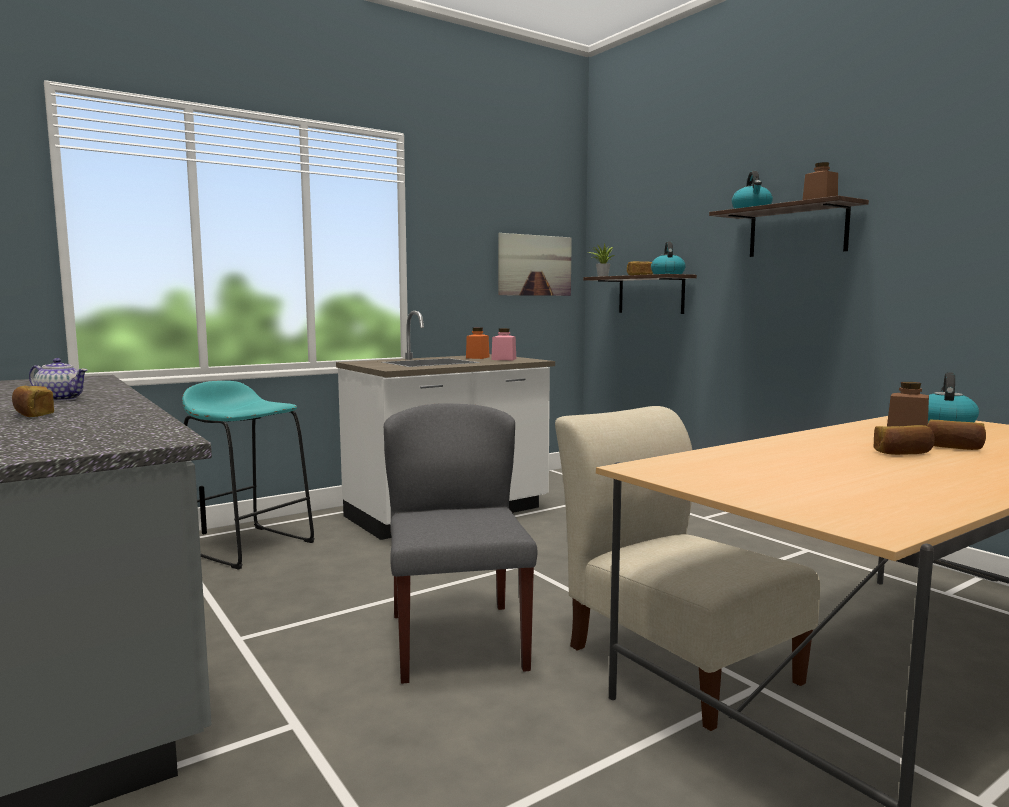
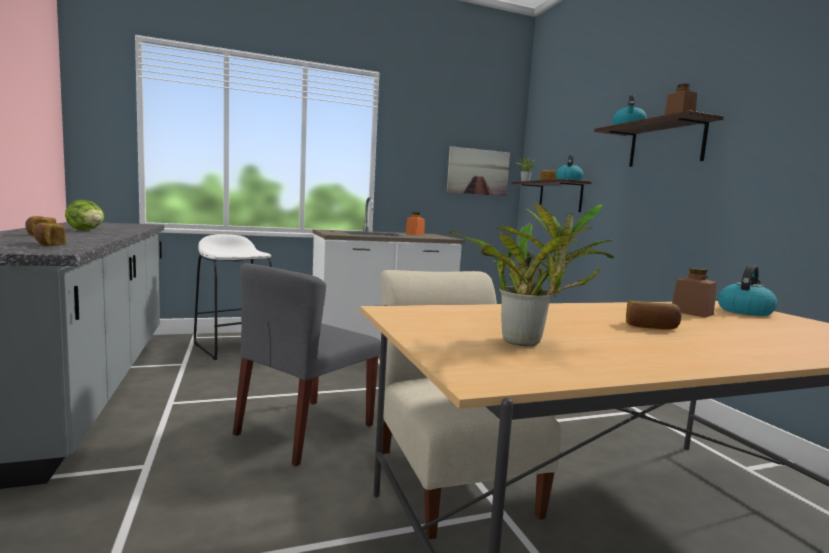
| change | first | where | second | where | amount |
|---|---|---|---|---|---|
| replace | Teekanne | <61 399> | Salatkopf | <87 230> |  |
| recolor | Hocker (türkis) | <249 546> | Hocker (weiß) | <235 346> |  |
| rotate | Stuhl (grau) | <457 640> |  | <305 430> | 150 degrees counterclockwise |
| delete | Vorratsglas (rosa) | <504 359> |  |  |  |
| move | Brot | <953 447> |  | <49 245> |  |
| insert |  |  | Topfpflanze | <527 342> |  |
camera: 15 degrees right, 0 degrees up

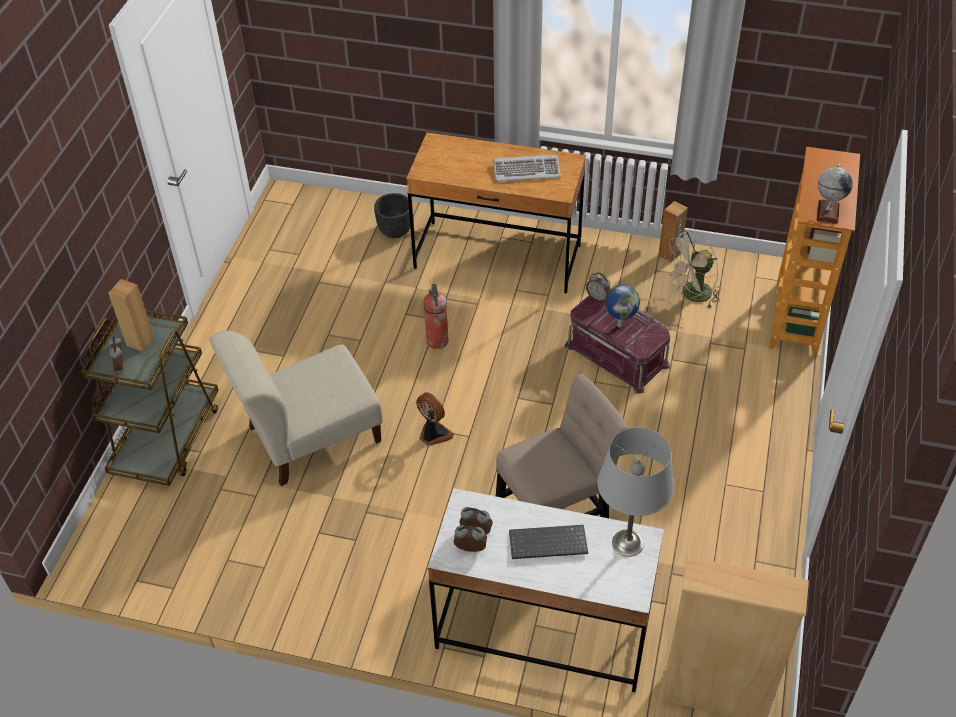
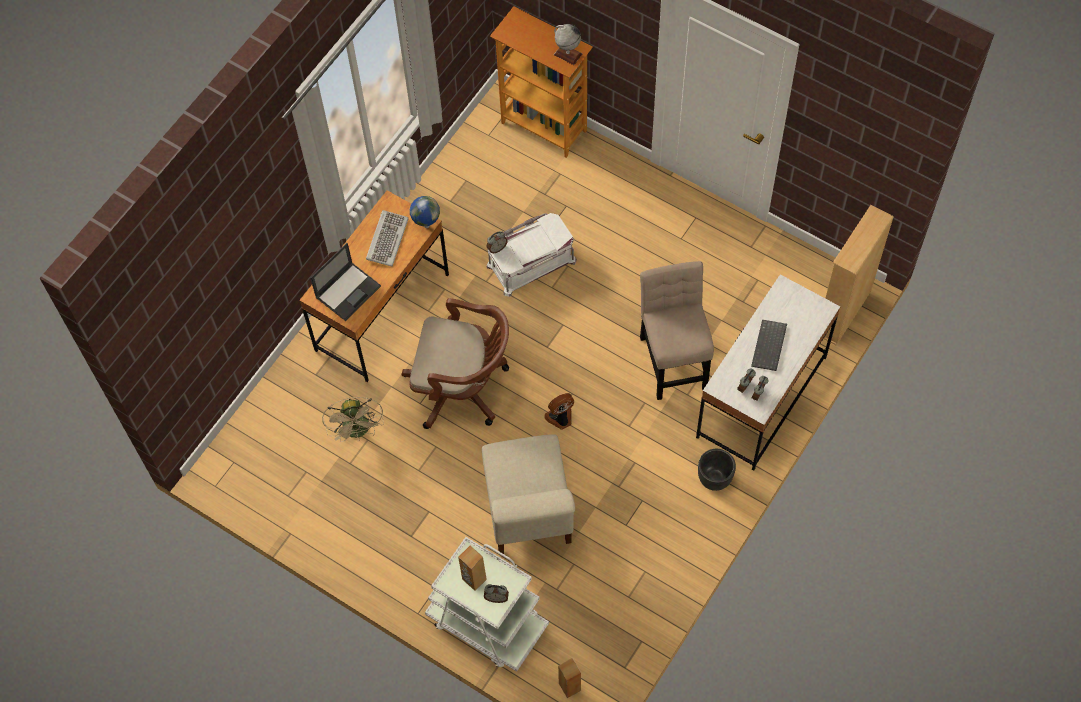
| change | first | where | second | where | amount |
|---|---|---|---|---|---|
| recolor | Rollwagen (braun) | <167 438> | Rollwagen (weiß) | <487 622> |  |
| move | Pflanzkübel (schwarz) | <395 231> |  | <714 478> |  |
| replace | Feuerlöscher | <437 342> | Bürostuhl (braun) | <462 387> |  |
| recolor | Aufbewahrungsbox (rot) | <617 355> | Aufbewahrungsbox (weiß) | <531 262> |  |
| delete | Tischlampe (grau) | <627 542> |  |  |  |
| move | Globus | <620 324> |  | <426 225> |  |
| move | Lautsprecher (braun) | <670 254> |  | <570 686> |  |
| move | Ventilator (beige) | <692 296> |  | <358 431> |  |
| insert |  |  | Laptop | <348 291> |  |
camera: 70 degrees left, 15 degrees up

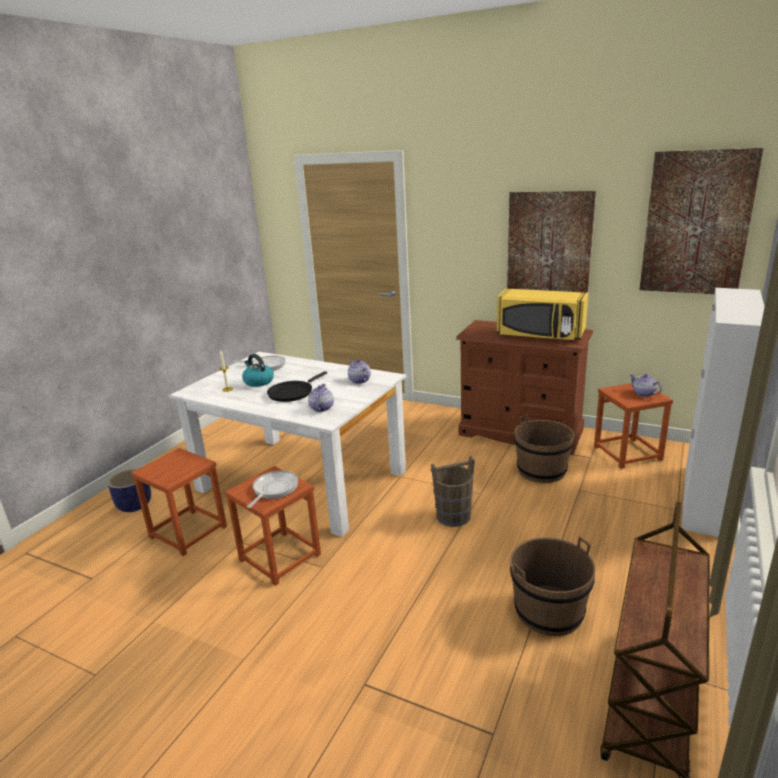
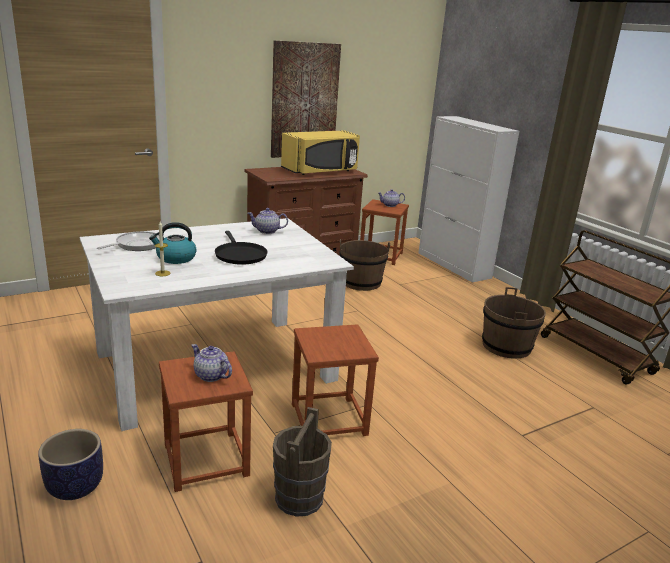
| change | first | where | second | where | amount |
|---|---|---|---|---|---|
| delete | Pfanne | <274 489> |  |  |  |
| move | Teekanne | <321 408> |  | <210 375> |  |
| move | Eimer (braun) | <453 516> |  | <299 498> |  |
| delete | Bild | <696 224> |  |  |  |
camera: 60 degrees left, 0 degrees up

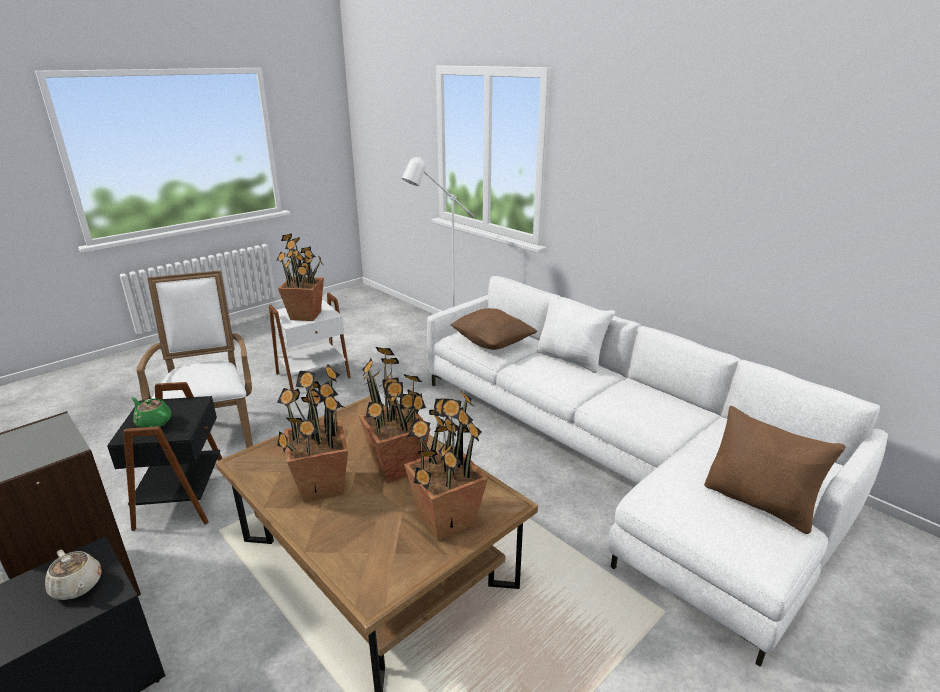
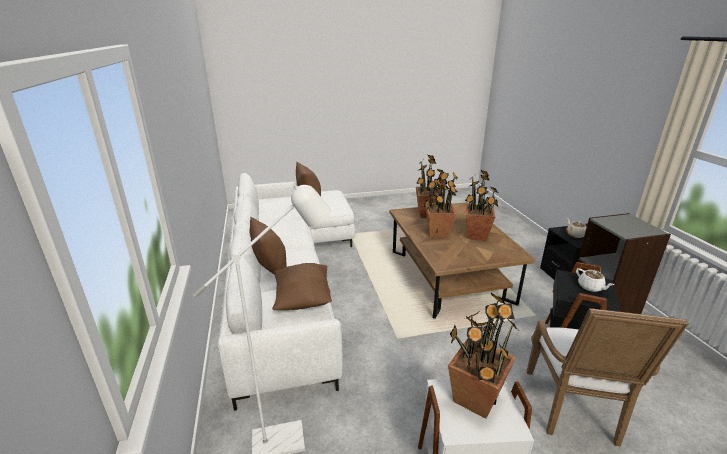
| change | first | where | second | where | amount |
|---|---|---|---|---|---|
| recolor | Teekanne (grün) | <153 422> | Teekanne (weiß) | <590 287> |  |
| recolor | Kissen (weiß) | <571 359> | Kissen (braun) | <270 266> |  |
camera: 150 degrees left, 0 degrees up

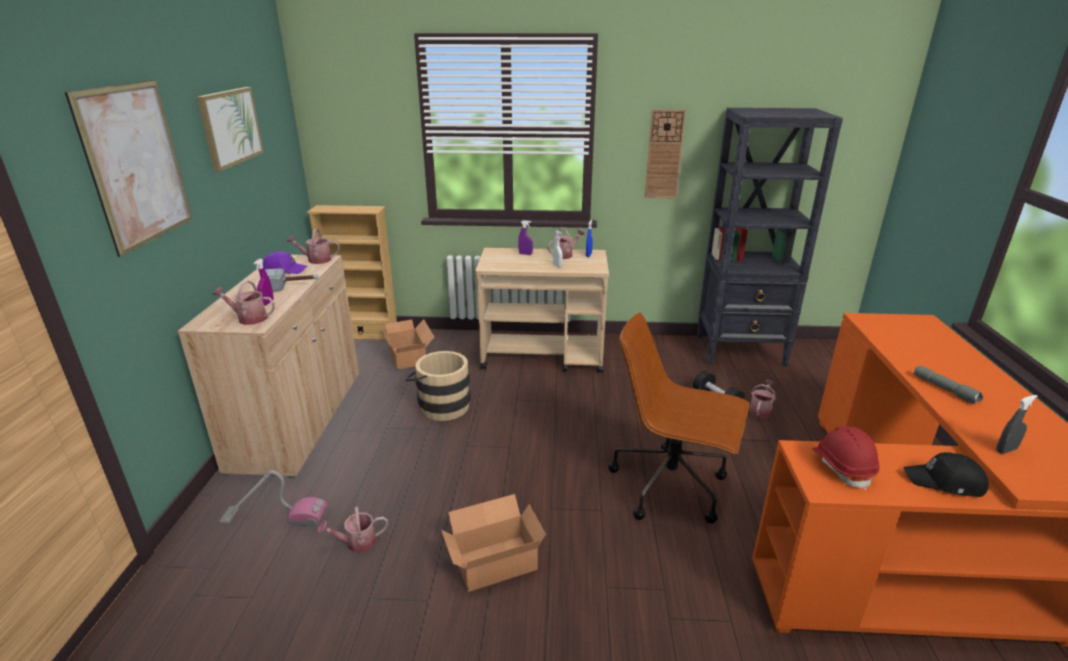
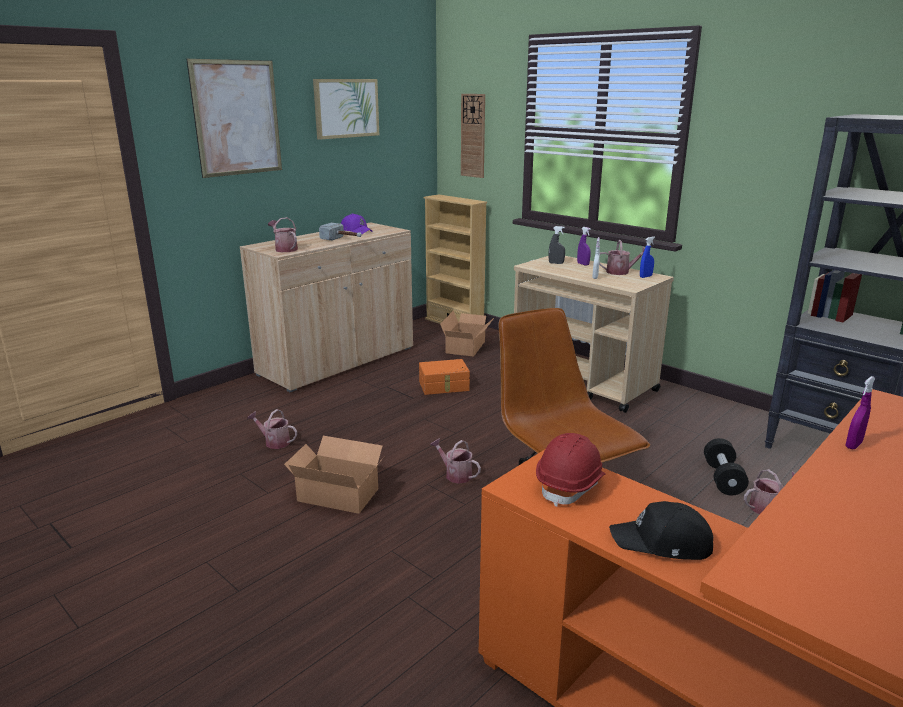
| change | first | where | second | where | amount |
|---|---|---|---|---|---|
| delete | Staubsauger | <274 517> |  |  |  |
| move | Sprühflasche (lila) | <267 303> |  | <853 445> |  |
| move | Gießkanne | <316 260> |  | <455 474> |  |
| replace | Eimer (beige) | <441 405> | Aufbewahrungsbox (orange) | <444 386> |  |
| move | Wanduhr | <664 154> |  | <473 136> |  |
| rotate | Kappe (schwarz) | <945 482> |  | <662 543> | 45 degrees counterclockwise |
| delete | Taschenlampe (grau) | <945 390> |  |  |  |
| move | Sprühflasche (grau) | <1006 450> |  | <556 263> |  |
camera: 40 degrees right, 5 degrees down

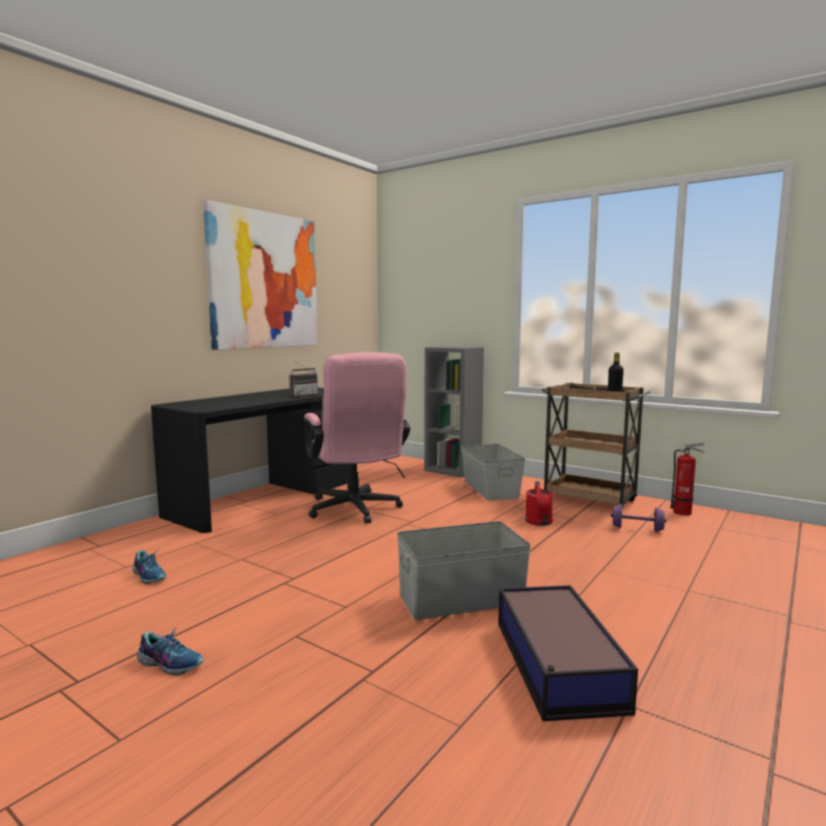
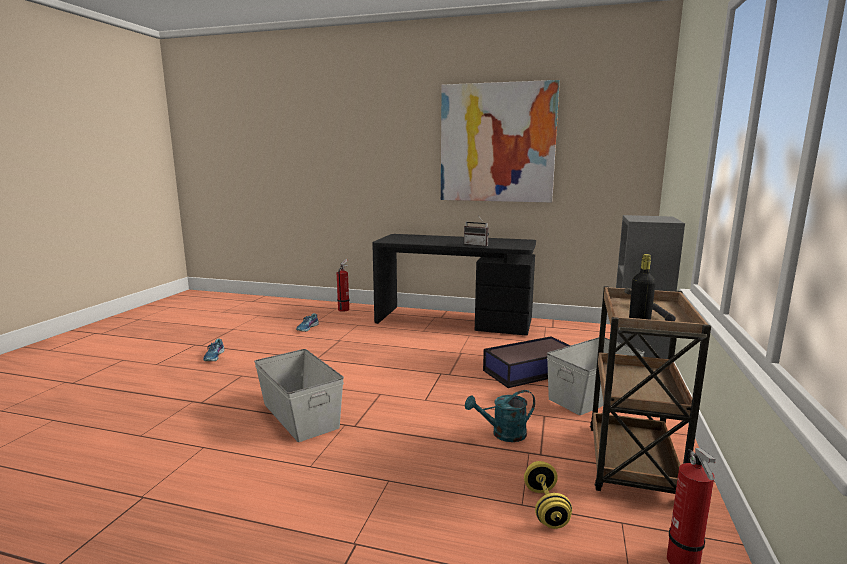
| change | first | where | second | where | amount |
|---|---|---|---|---|---|
| delete | Bürostuhl (rosa) | <356 511> |  |  |  |
| move | Aufbewahrungsbox | <557 665> |  | <529 371> |  |
| recolor | Gießkanne (rot) | <539 523> | Gießkanne (türkis) | <503 434> |  |
| recolor | Hantel (lila) | <637 529> | Hantel (gelb) | <545 507> |  |
| insert |  |  | Feuerlöscher | <344 309> |  |
camera: 70 degrees right, 5 degrees up

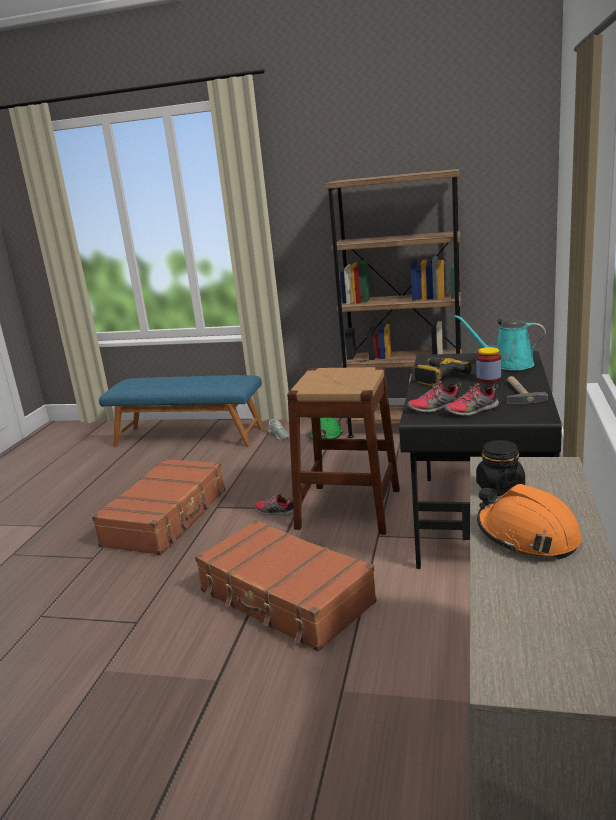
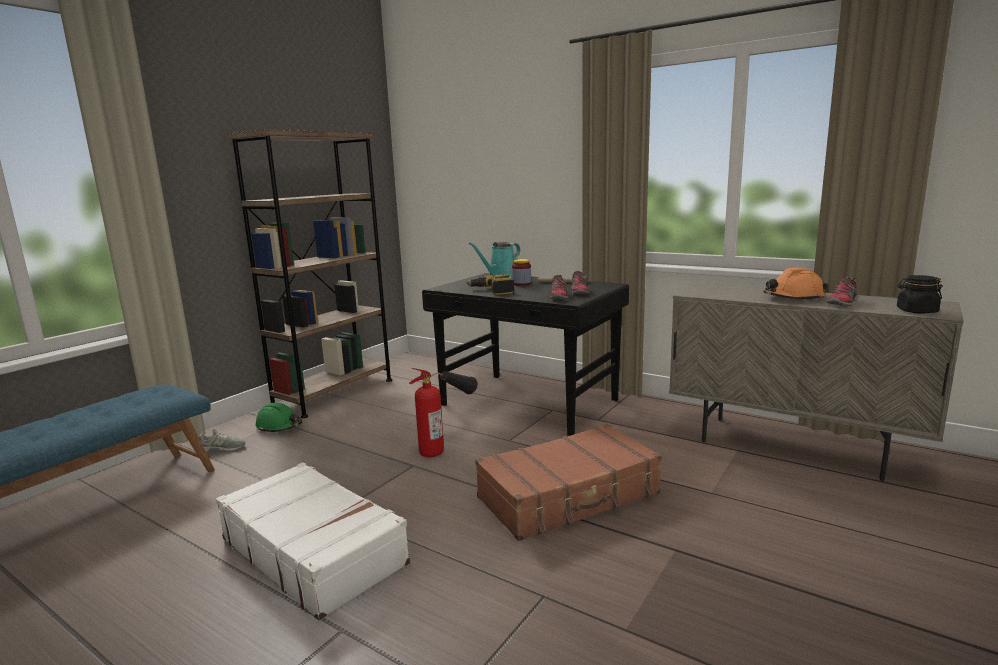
| change | first | where | second | where | amount |
|---|---|---|---|---|---|
| recolor | Koffer (braun) | <167 517> | Koffer (weiß) | <314 550> |  |
| move | Schuh | <275 512> |  | <843 303> |  |
| replace | Hocker (braun) | <348 508> | Feuerlöscher | <447 443> |  |
| move | Vorratsglas (schwarz) | <500 488> |  | <916 311> |  |
camera: 70 degrees left, 5 degrees down

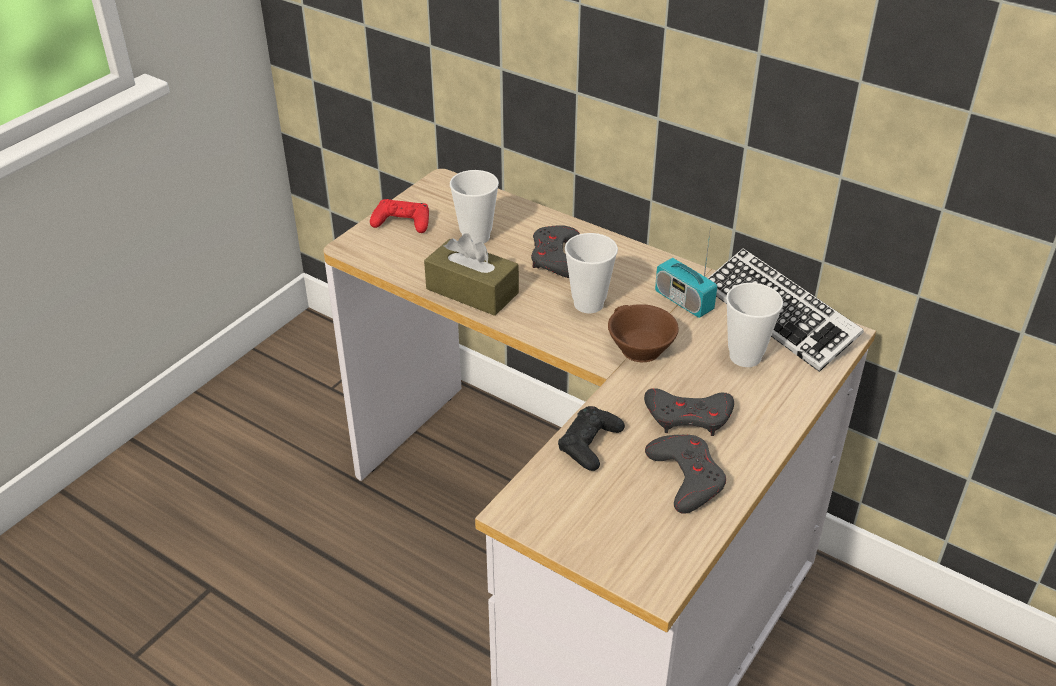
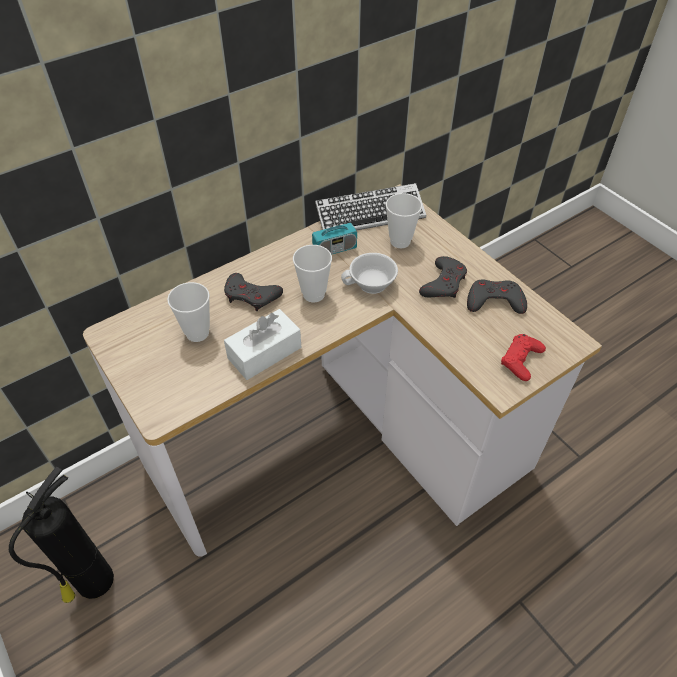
| change | first | where | second | where | amount |
|---|---|---|---|---|---|
| move | Gamepad (rot) | <402 222> |  | <521 360> |  |
| recolor | Taschentuchbox (braun) | <472 291> | Taschentuchbox (weiß) | <264 353> |  |
| delete | Gamepad (schwarz) | <589 444> |  |  |  |
| recolor | Tasse (braun) | <637 348> | Tasse (weiß) | <371 285> |  |
| insert |  |  | Feuerlöscher | <93 583> |  |
camera: 70 degrees left, 10 degrees up

